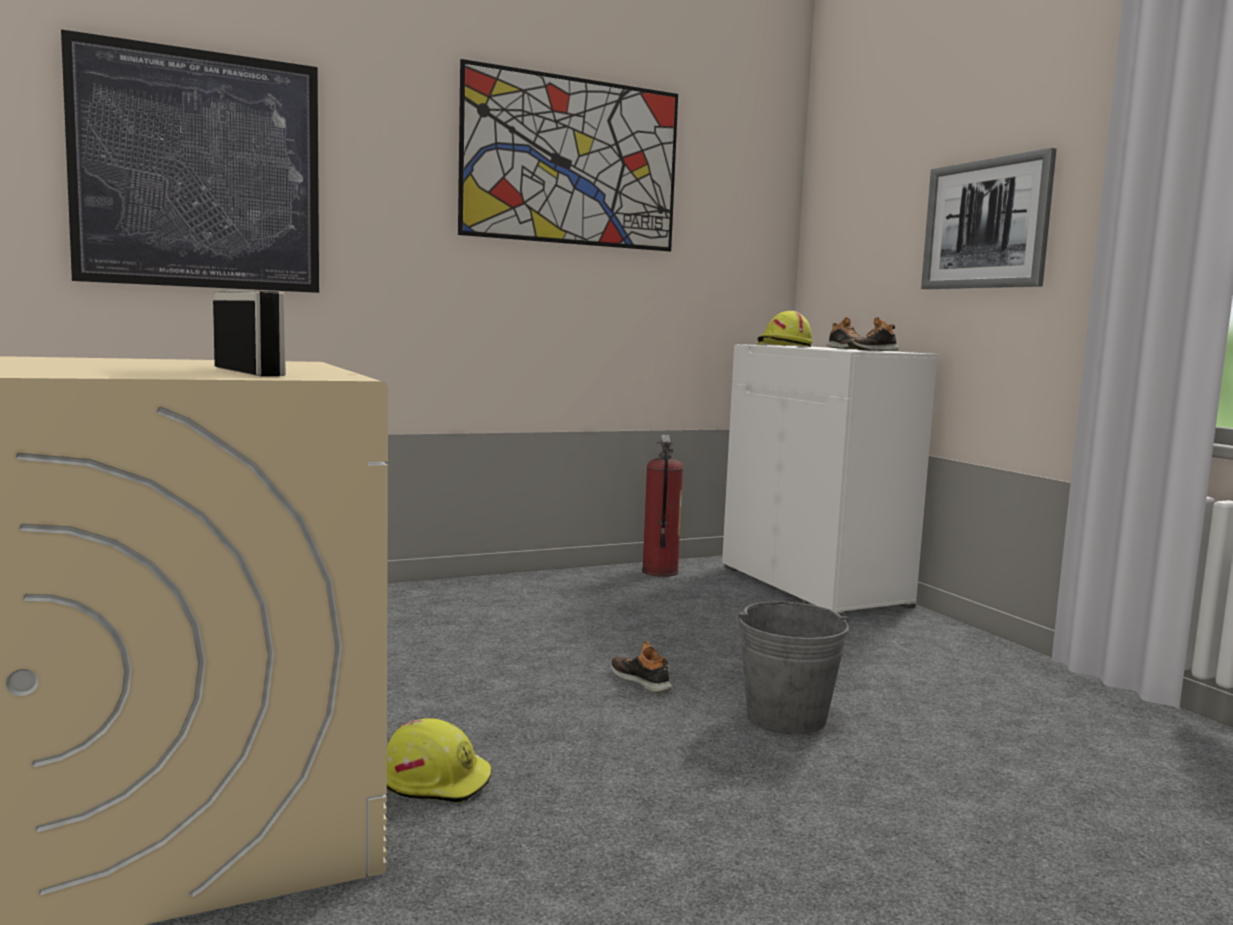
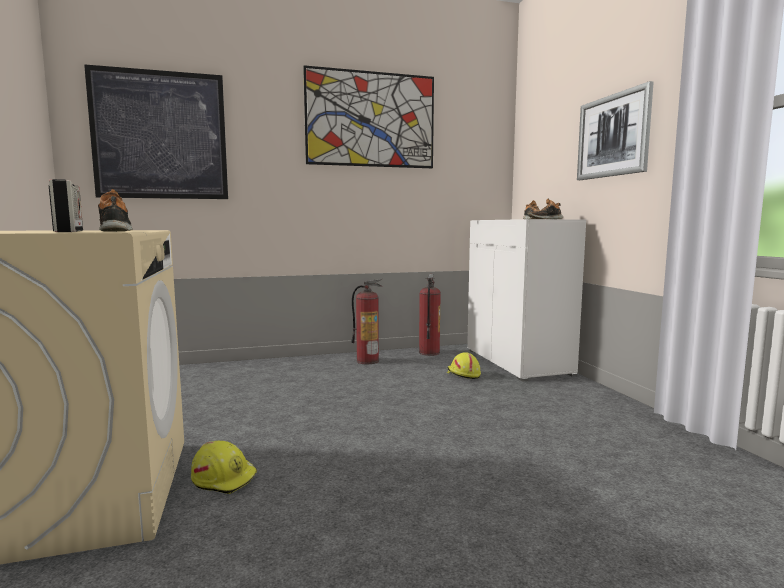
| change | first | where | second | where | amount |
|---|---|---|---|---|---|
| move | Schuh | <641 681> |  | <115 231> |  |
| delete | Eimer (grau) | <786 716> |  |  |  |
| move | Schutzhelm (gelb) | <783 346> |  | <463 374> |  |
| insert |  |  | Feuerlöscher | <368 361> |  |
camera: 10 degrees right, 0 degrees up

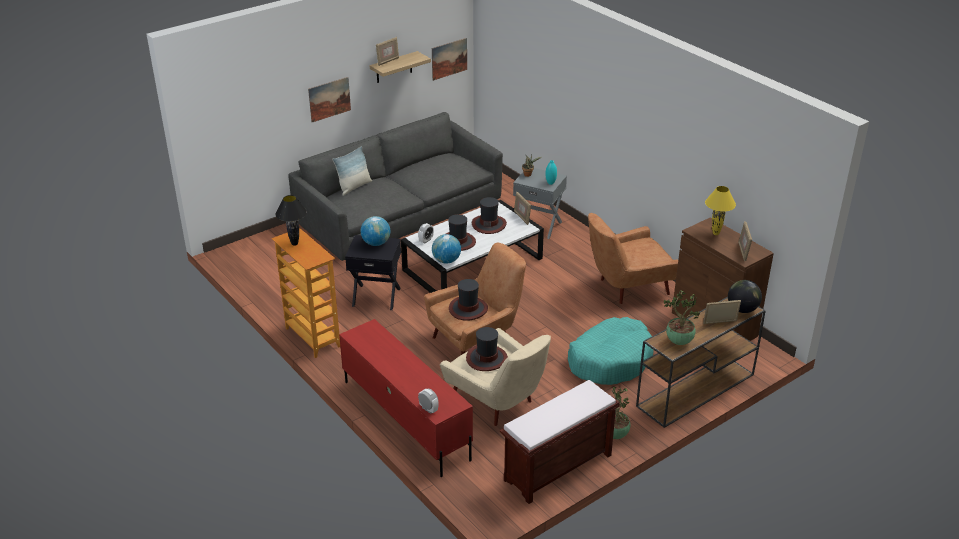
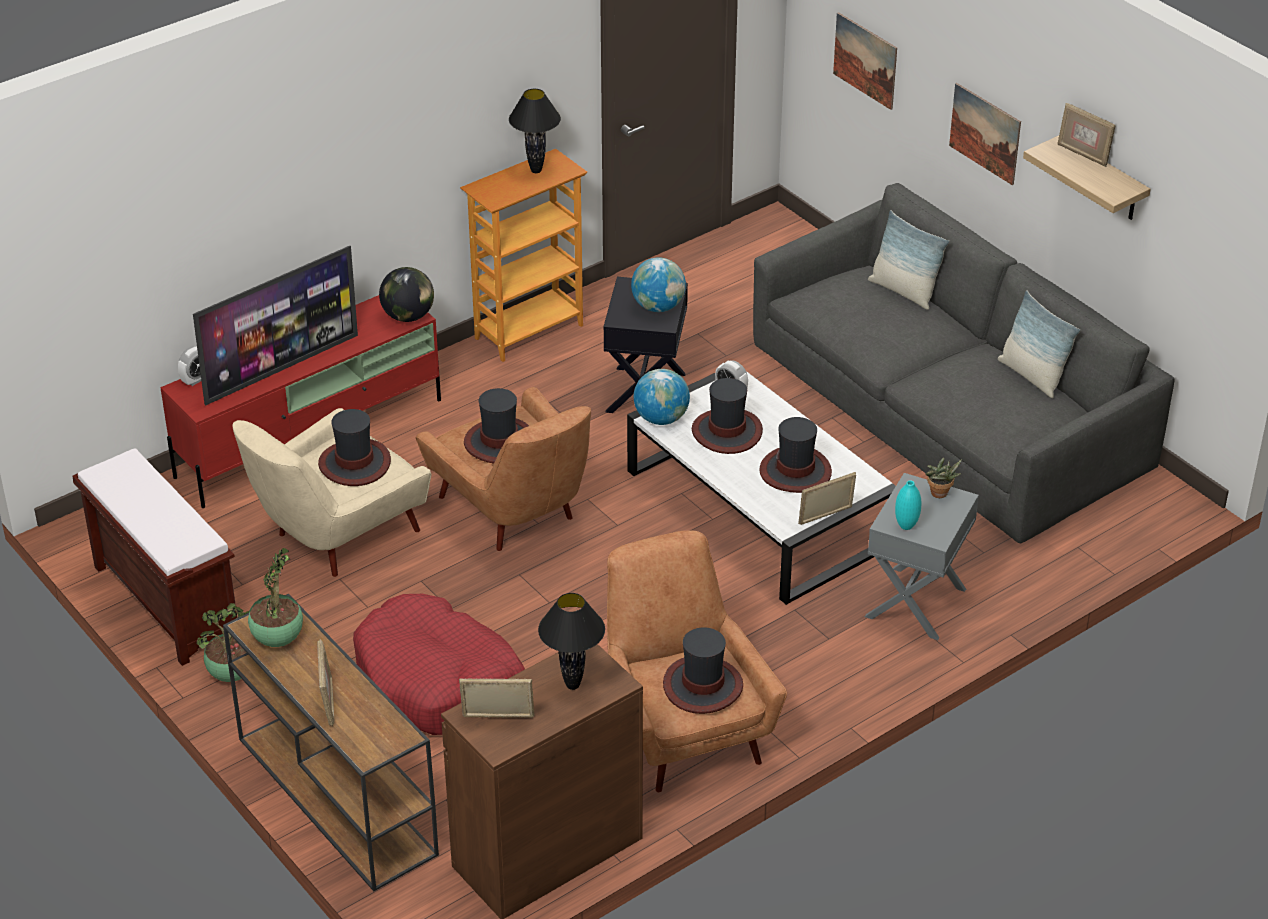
| change | first | where | second | where | amount |
|---|---|---|---|---|---|
| move | Bild | <449 59> |  | <865 60> |  |
| recolor | Hundebett (türkis) | <610 360> | Hundebett (rot) | <438 683> |  |
| recolor | Tischlampe (gelb) | <716 233> | Tischlampe (schwarz) | <573 685> |  |
| move | Globus | <742 309> |  | <408 316> |  |
| insert |  |  | Fernseher | <281 368> |  |
| insert |  |  | Hut | <702 686> |  |
| insert |  |  | Kissen | <1032 376> |  |
camera: 90 degrees right, 5 degrees up

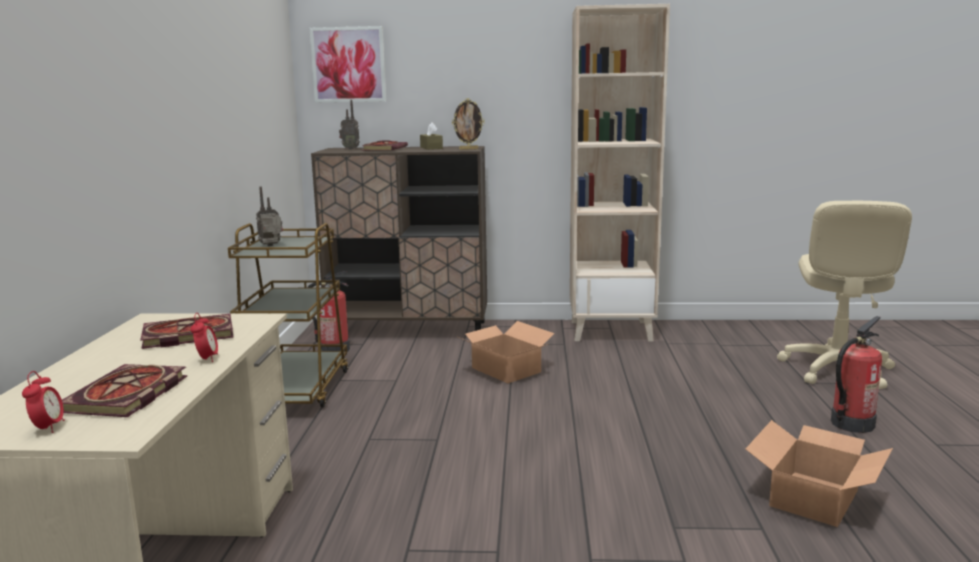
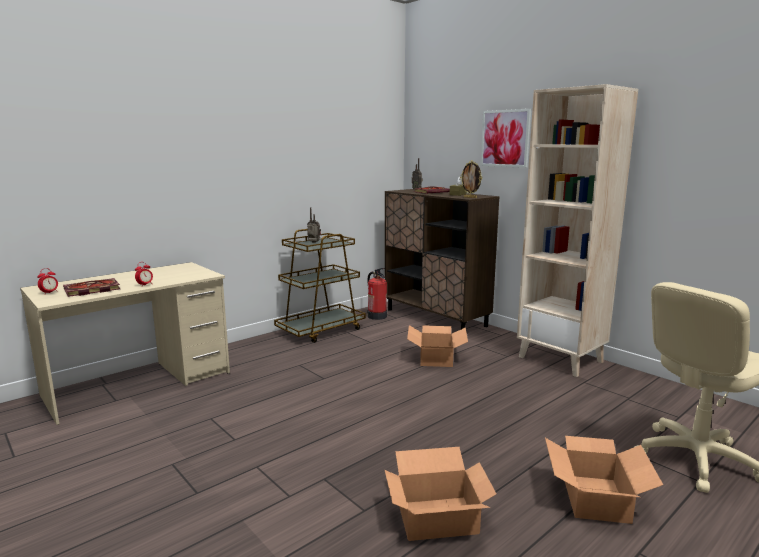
| change | first | where | second | where | amount |
|---|---|---|---|---|---|
| delete | Buch | <186 336> |  |  |  |
| move | Bild | <348 64> |  | <505 138> |  |
| replace | Feuerlöscher | <851 424> | Karton | <596 498> |  |
camera: 45 degrees right, 0 degrees up

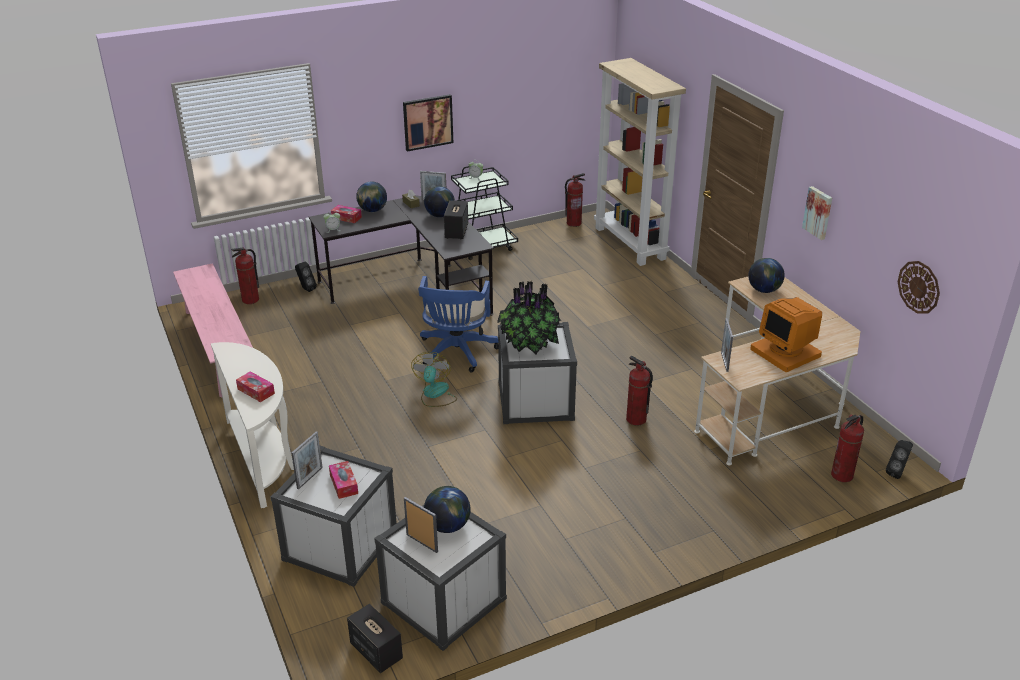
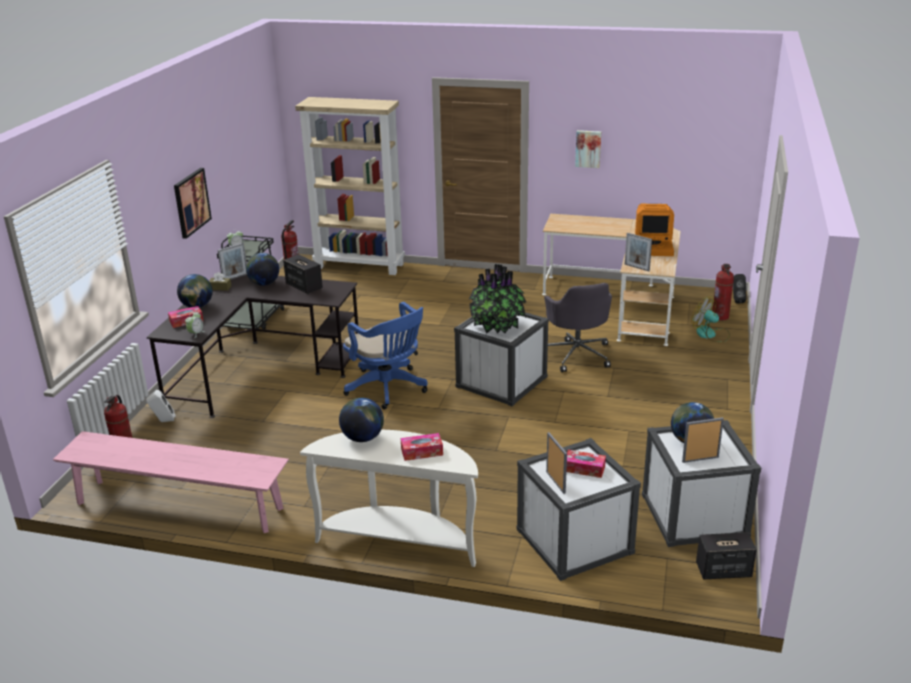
| change | first | where | second | where | amount |
|---|---|---|---|---|---|
| recolor | Lautsprecher (schwarz) | <306 289> | Lautsprecher (weiß) | <163 421> |  |
| move | Ventilator | <435 394> |  | <710 334> |  |
| replace | Feuerlöscher | <636 419> | Bürostuhl (grau) | <577 354> |  |
| move | Globus | <764 290> |  | <362 438> |  |
| delete | Wanduhr | <919 287> |  |  |  |
camera: 50 degrees left, 5 degrees down

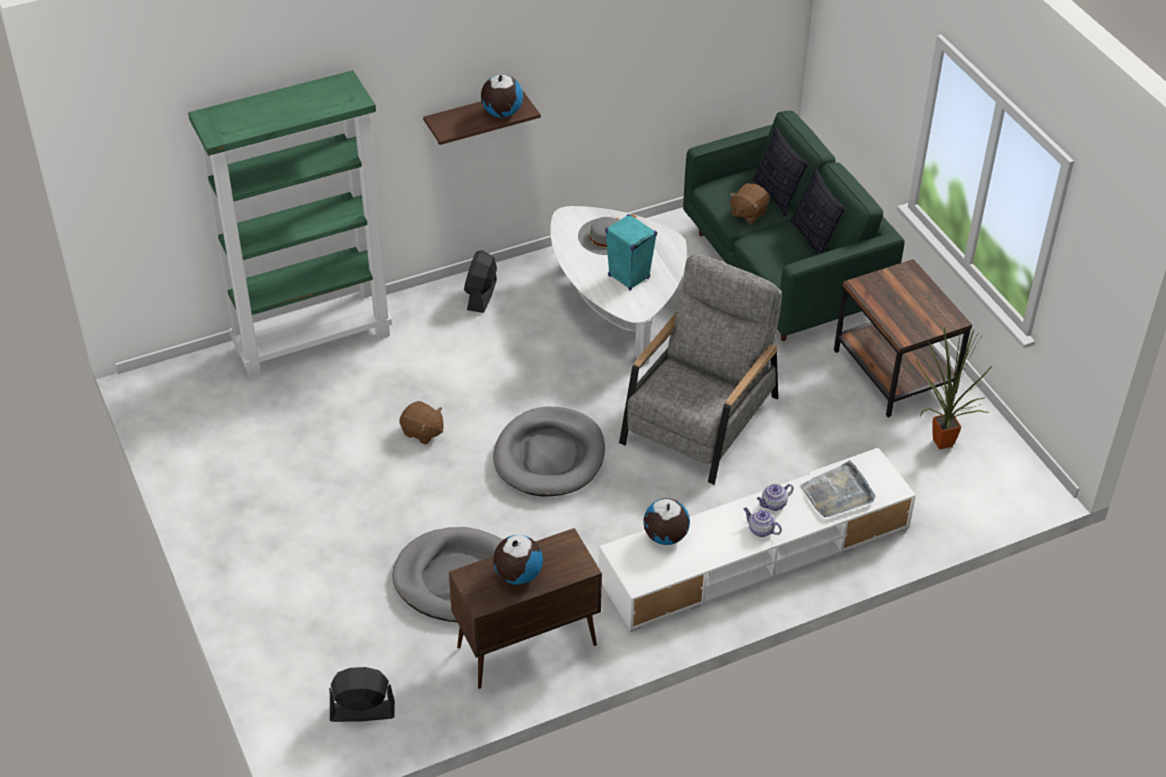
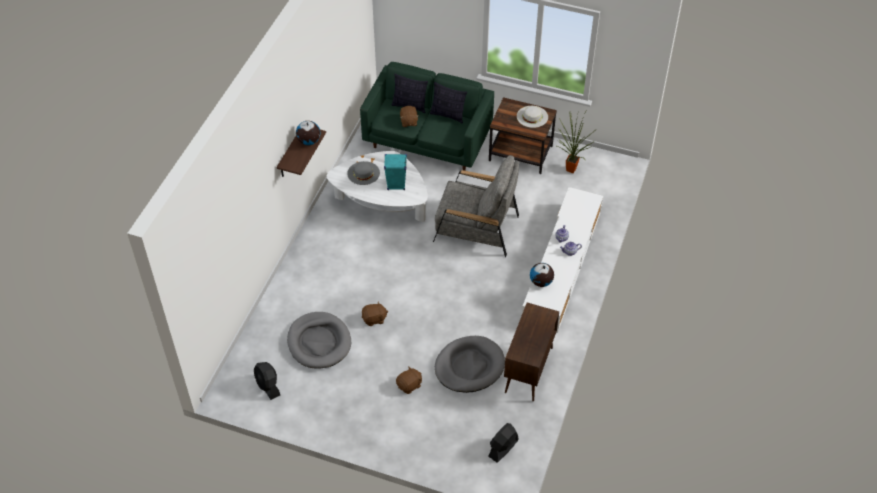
| change | first | where | second | where | amount |
|---|---|---|---|---|---|
| delete | Bücherregal (grün) | <313 340> |  |  |  |
| move | Ventilator (schwarz) | <481 295> |  | <268 386> |  |
| move | Hundebett (grau) | <550 456> |  | <319 342> |  |
| delete | Globus | <517 575> |  |  |  |
| rotate | Sessel (grau) | <700 421> |  | <476 228> | 120 degrees clockwise |
| delete | Tablett (grau) | <837 493> |  |  |  |
| insert |  |  | Plüschtier (braun) | <409 385> |  |
| insert |  |  | Hut (weiß) | <532 116> |  |
camera: 45 degrees left, 5 degrees up

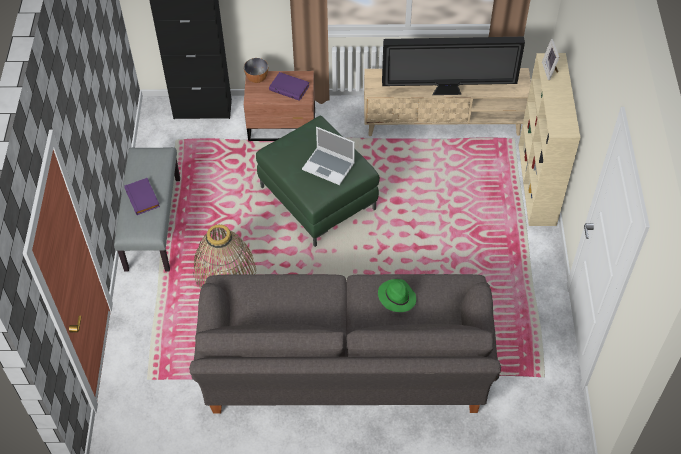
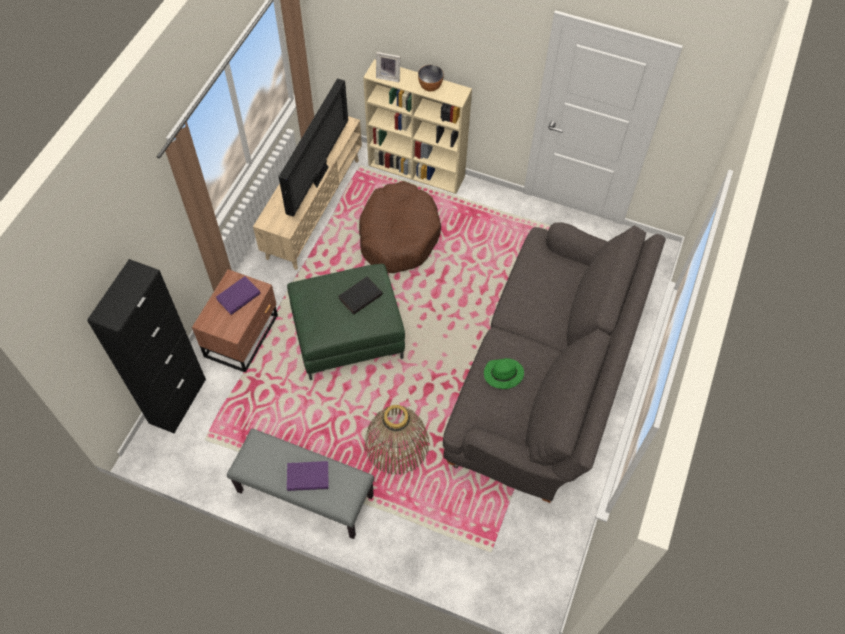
| change | first | where | second | where | amount |
|---|---|---|---|---|---|
| move | Schüssel | <257 78> |  | <430 87> |  |
| replace | Laptop | <329 166> | Buch (schwarz) | <360 296> |  |
| move | Hut (grün) | <396 297> |  | <502 374> |  |
| insert |  |  | Hundebett (braun) | <398 235> |  |
camera: 70 degrees left, 5 degrees up

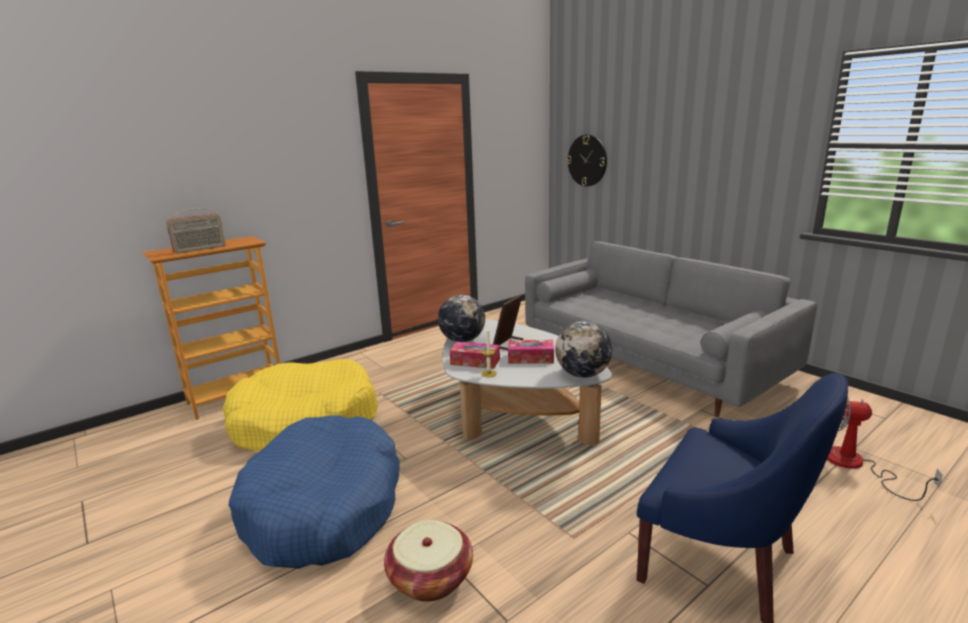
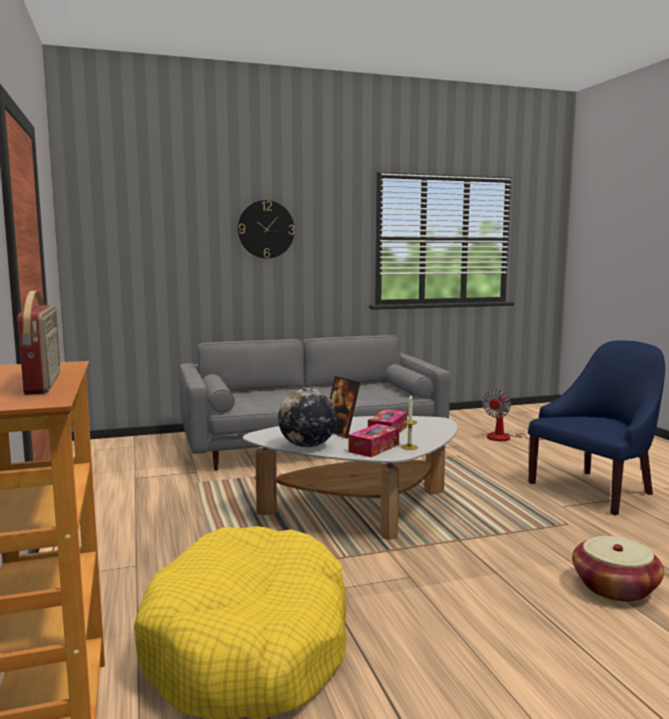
| change | first | where | second | where | amount |
|---|---|---|---|---|---|
| delete | Hundebett (blau) | <324 506> |  |  |  |
| delete | Globus | <583 374> |  |  |  |
| move | Wanduhr | <587 160> |  | <266 229> |  |
camera: 70 degrees left, 10 degrees down

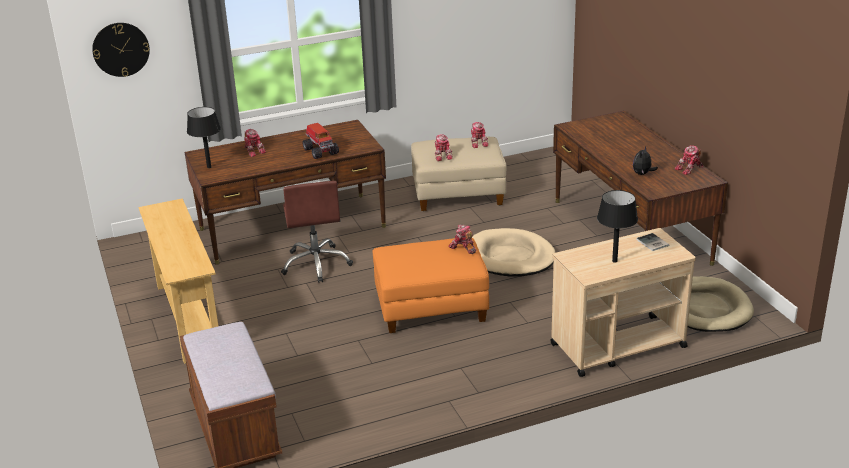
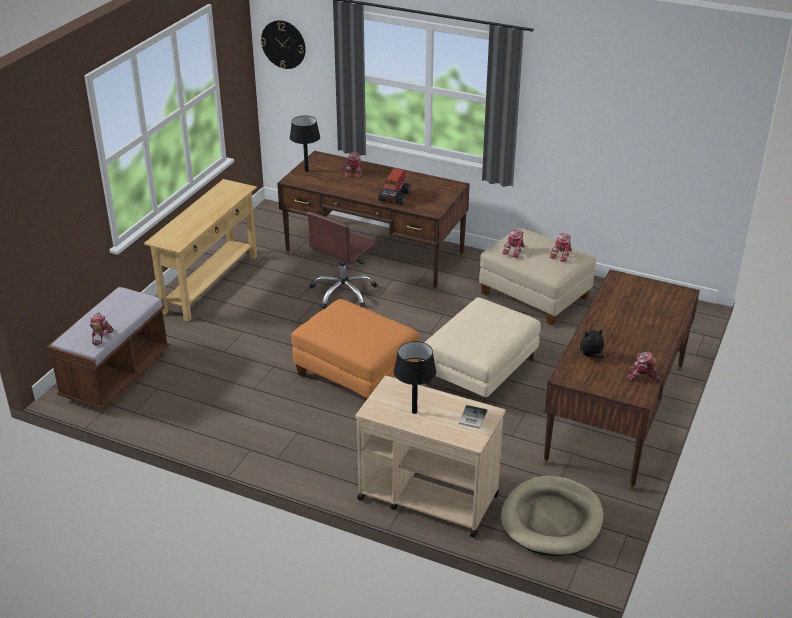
| change | first | where | second | where | amount |
|---|---|---|---|---|---|
| move | Spielzeugroboter | <463 248> |  | <100 336> |  |
| replace | Hundebett (beige) | <510 257> | Polsterhocker (beige) | <480 373> |  |
camera: 45 degrees right, 5 degrees up

